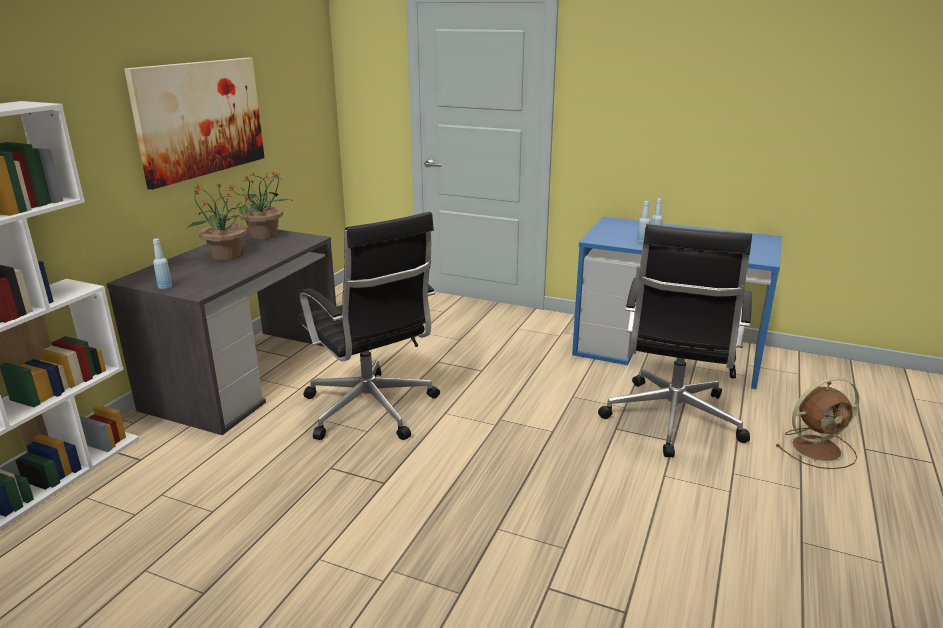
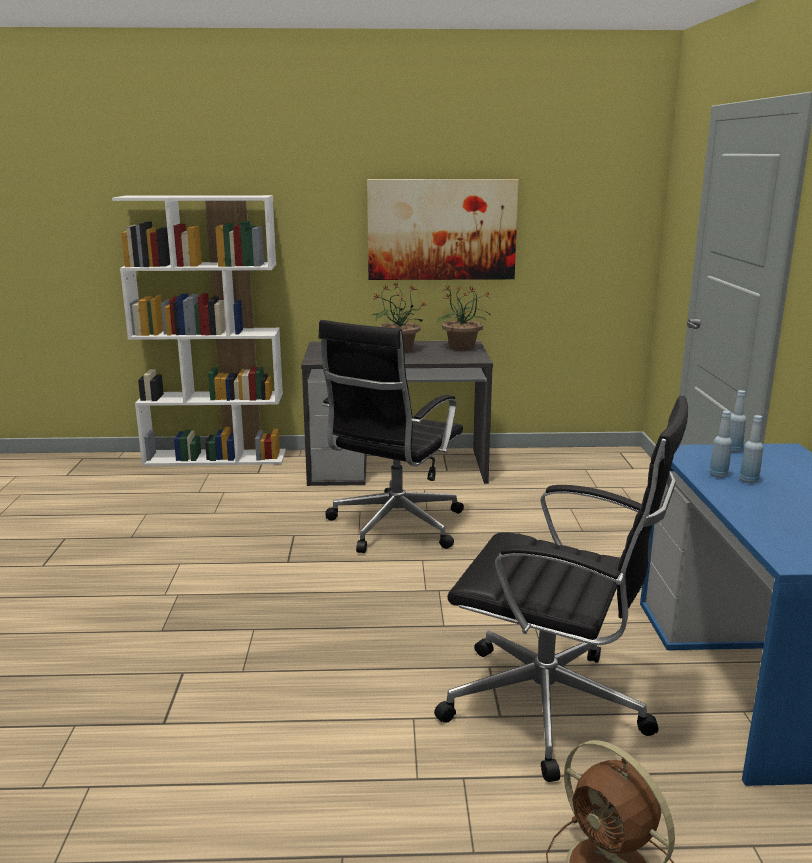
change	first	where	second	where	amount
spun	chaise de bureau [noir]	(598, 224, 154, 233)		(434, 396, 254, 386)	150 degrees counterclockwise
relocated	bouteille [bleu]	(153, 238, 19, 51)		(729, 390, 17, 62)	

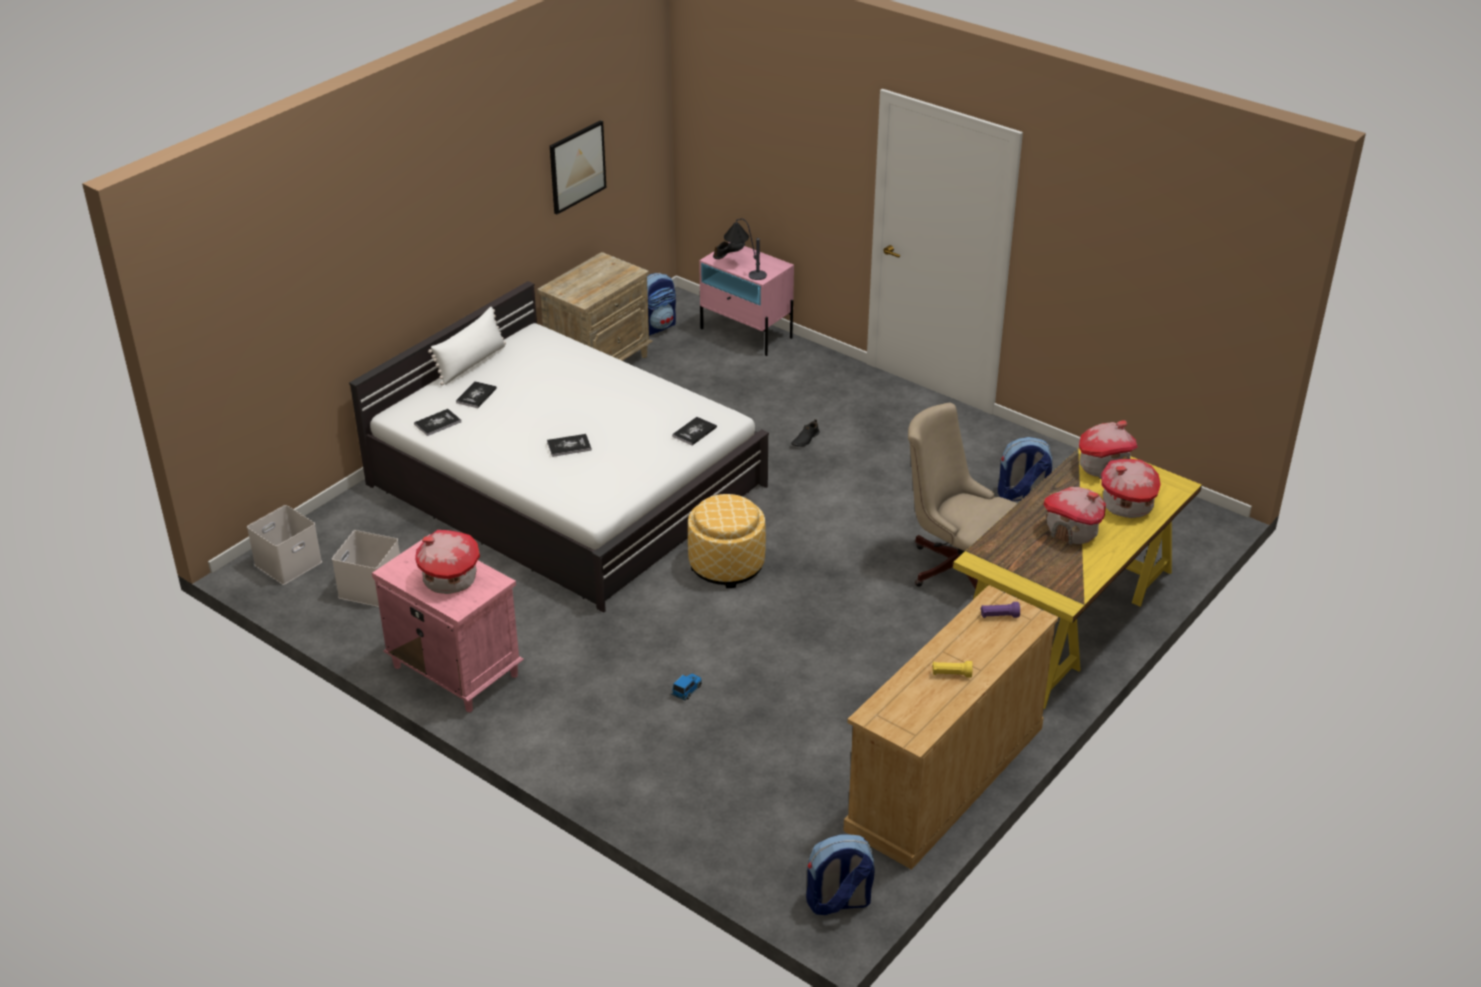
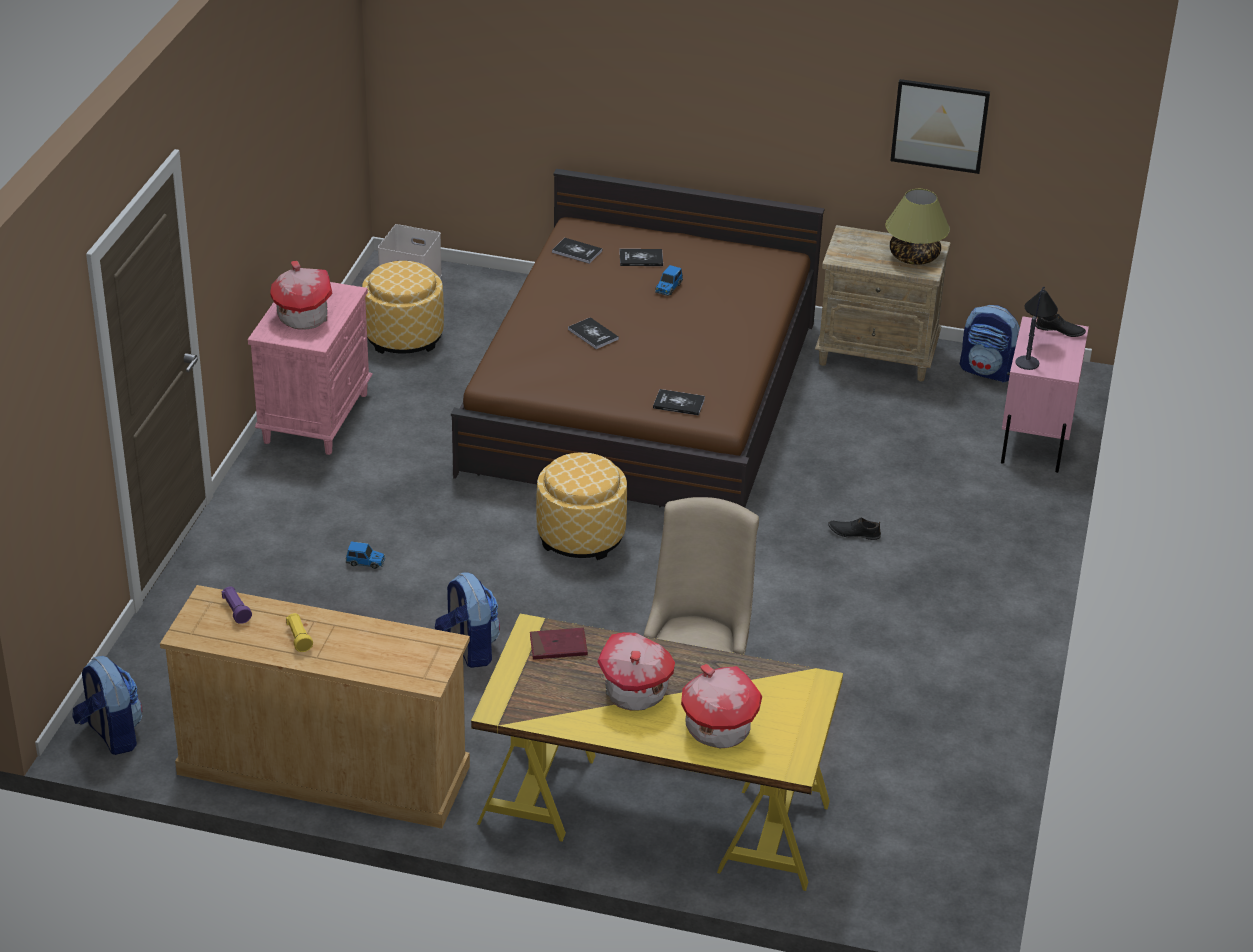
change	first	where	second	where	amount
colour	lit [blanc]	(349, 281, 420, 331)	lit [marron]	(451, 169, 373, 338)	
missing	coussin [blanc]	(428, 307, 78, 78)			
missing	maison miniature	(1079, 420, 59, 59)			
relocated	sac à dos	(998, 437, 54, 64)		(435, 572, 65, 96)	
exchanged	boîte de rangement [blanc]	(332, 530, 68, 77)	pouf	(362, 261, 82, 93)	
relocated	lampe de poche [violet]	(980, 602, 40, 16)		(222, 586, 30, 38)	
appeared			lampe de table	(886, 189, 64, 76)	
appeared			petite voiture	(655, 265, 28, 31)	
appeared			livre [rouge]	(530, 628, 58, 32)	

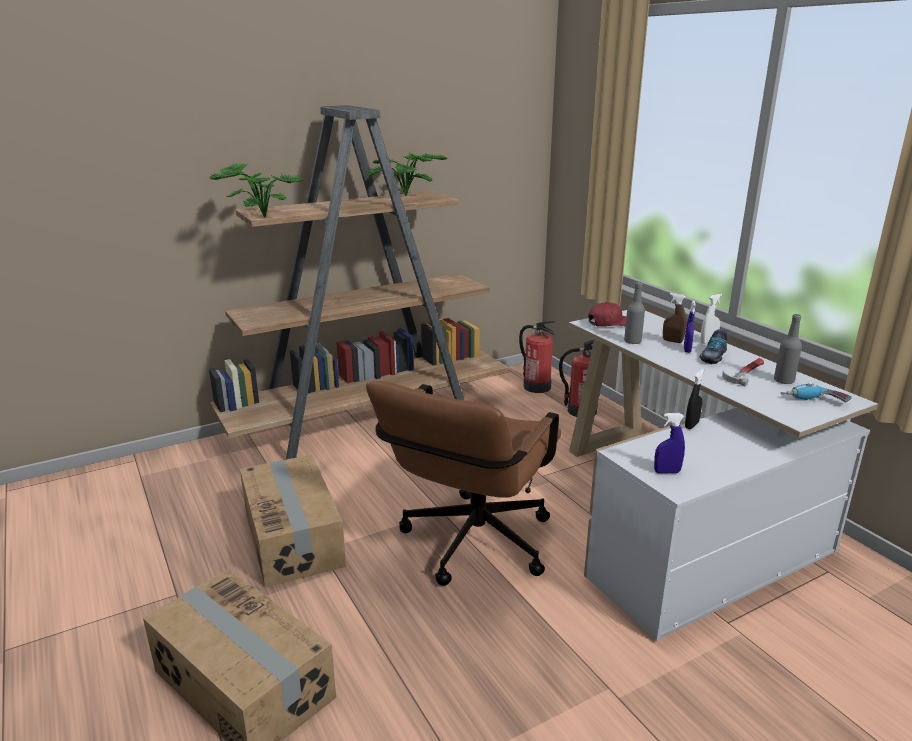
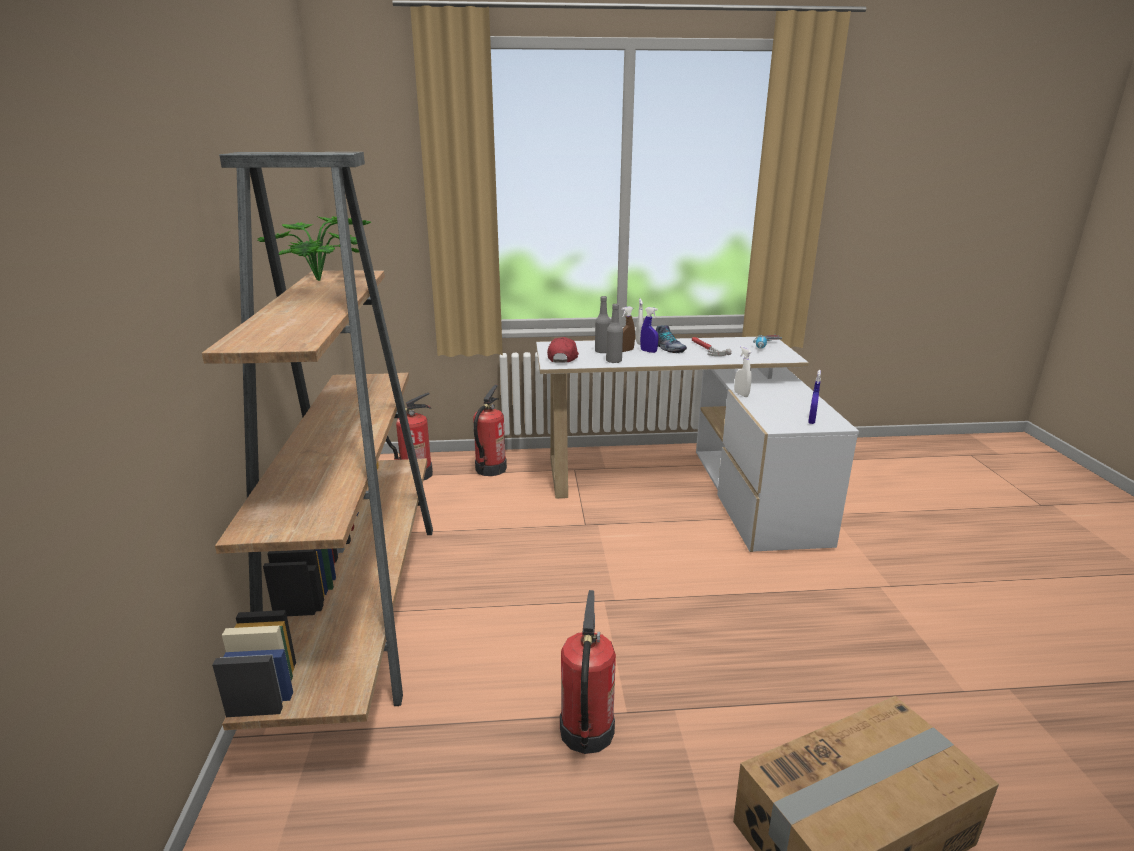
change	first	where	second	where	amount
missing	plante en pot	(210, 163, 94, 54)			
relocated	bouteille [gris]	(774, 314, 28, 70)		(595, 296, 16, 57)	
colour	vaporisateur [noir]	(685, 369, 20, 60)	vaporisateur [blanc]	(734, 346, 17, 51)	
missing	chaise de bureau [marron]	(366, 381, 196, 205)			
exchanged	carton	(240, 455, 106, 133)	extincteur	(560, 590, 56, 164)	

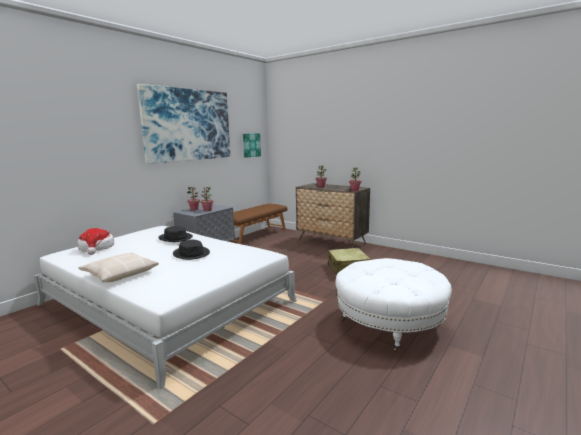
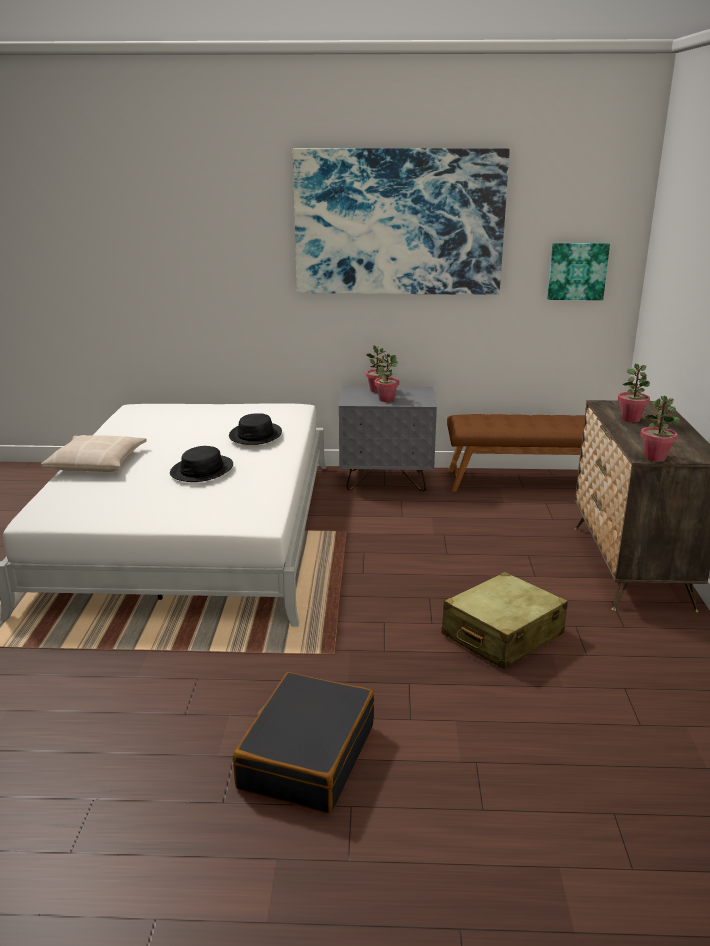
change	first	where	second	where	amount
missing	chapeau	(77, 228, 37, 27)			
exchanged	pouf [blanc]	(335, 258, 117, 93)	valise [noir]	(233, 672, 141, 142)	

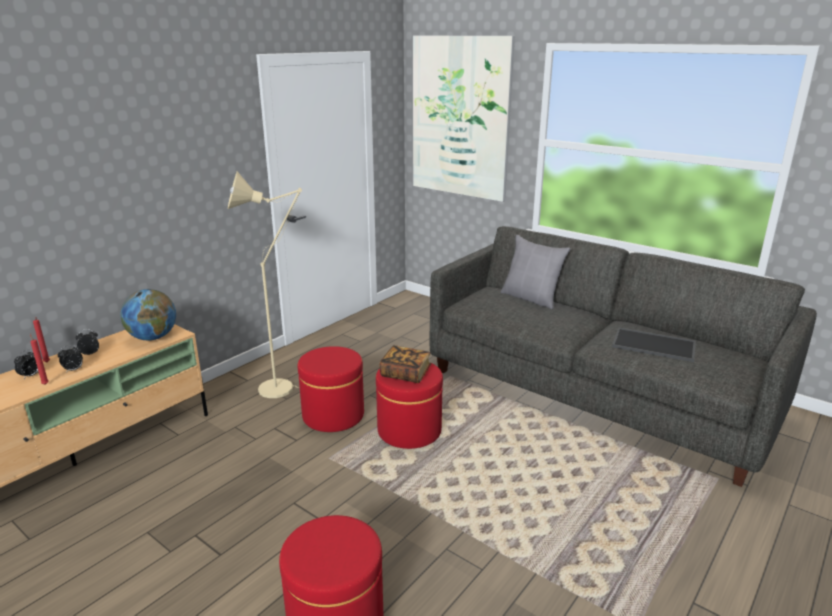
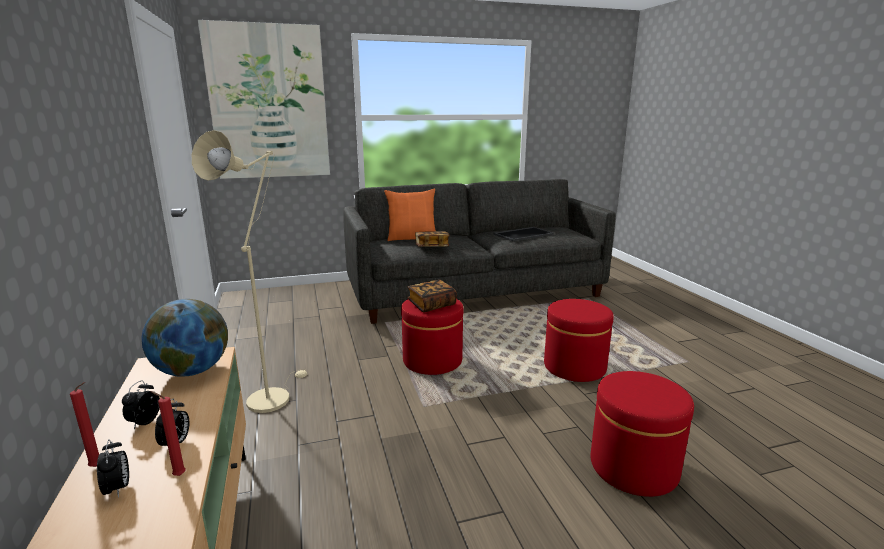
change	first	where	second	where	amount
colour	coussin [gris]	(500, 235, 71, 74)	coussin [orange]	(384, 189, 52, 52)	
relocated	pouf [rouge]	(298, 346, 66, 86)		(544, 299, 70, 83)	
appeared			livre	(415, 231, 34, 16)	

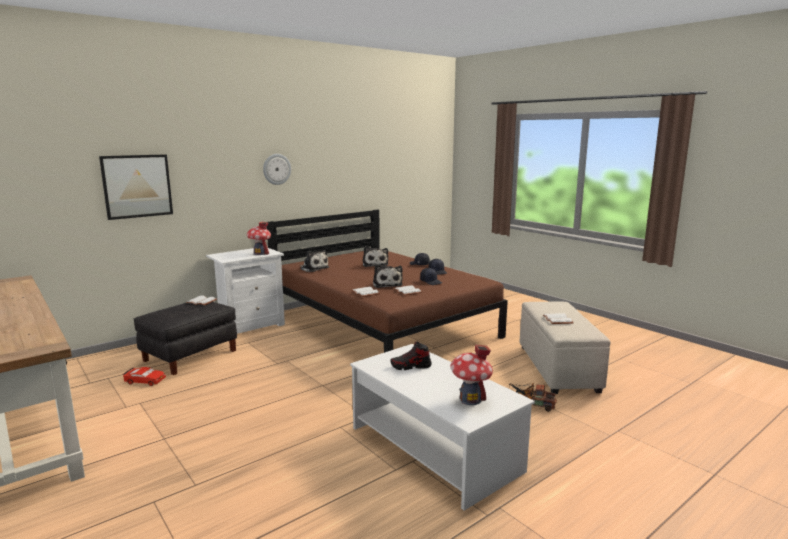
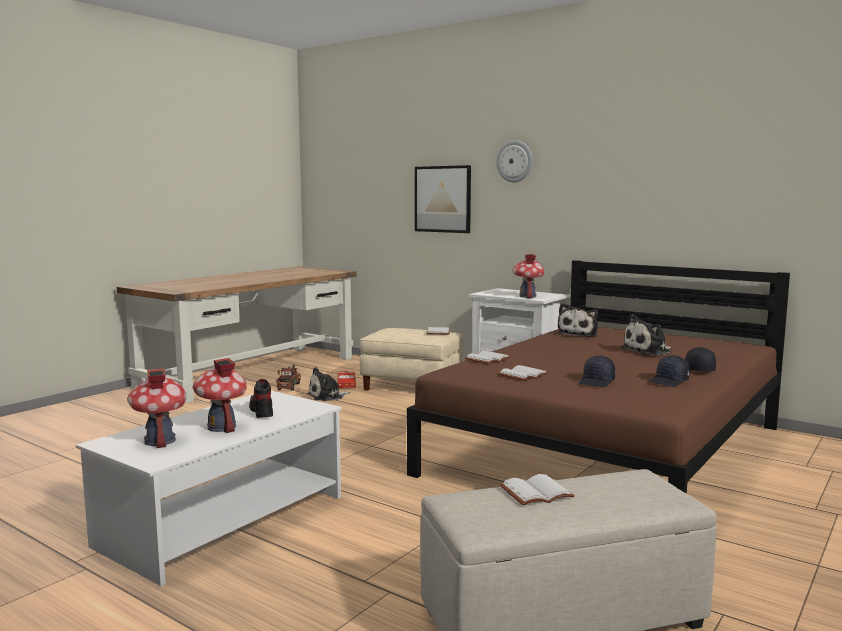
change	first	where	second	where	amount
relocated	horloge murale	(263, 154, 28, 31)		(496, 140, 37, 42)	
relocated	peluche	(373, 264, 30, 24)		(307, 367, 43, 34)	
colour	pouf [noir]	(134, 302, 103, 73)	pouf [beige]	(359, 328, 104, 63)	
relocated	camion jouet	(509, 383, 48, 29)		(276, 364, 25, 26)	
appeared			maison miniature	(193, 358, 54, 75)	

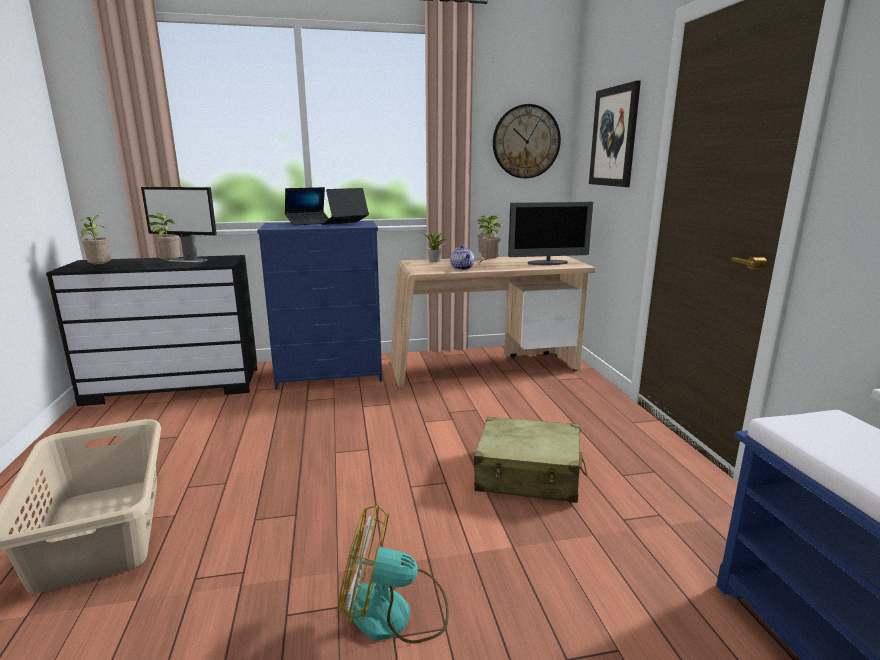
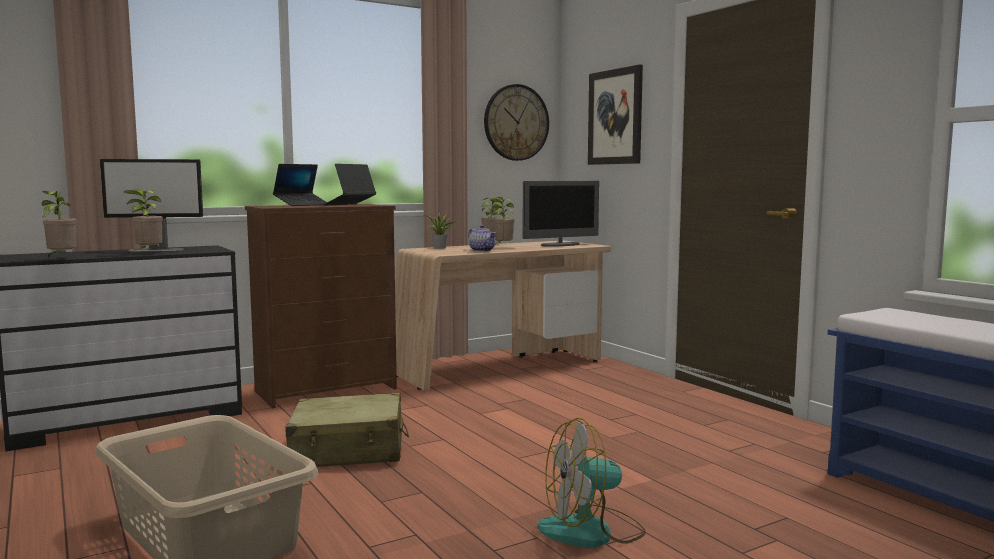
change	first	where	second	where	amount
colour	commode [bleu]	(257, 221, 125, 169)	commode [marron]	(245, 204, 152, 205)	
relocated	valise [beige]	(474, 417, 113, 86)		(286, 393, 123, 74)	

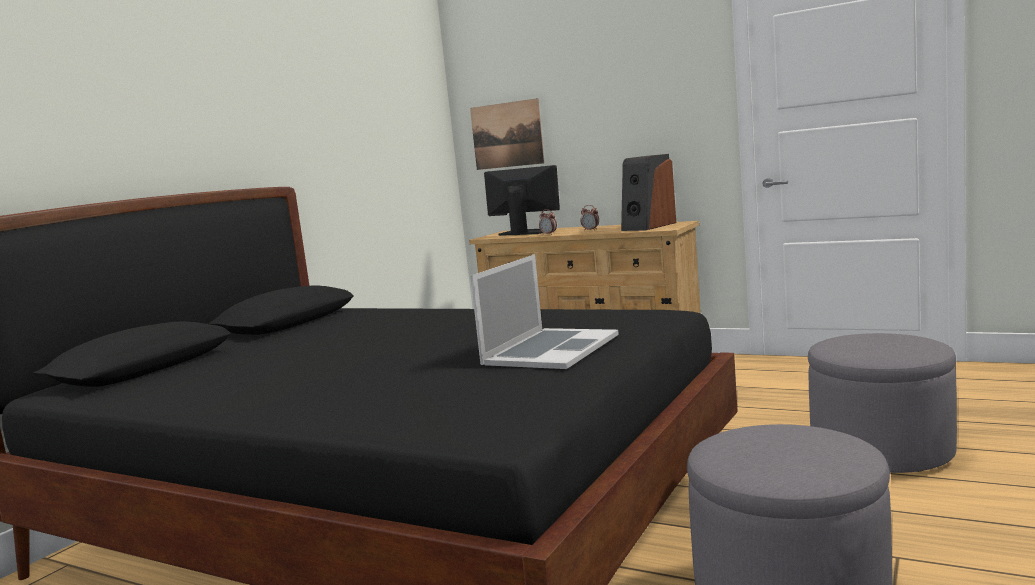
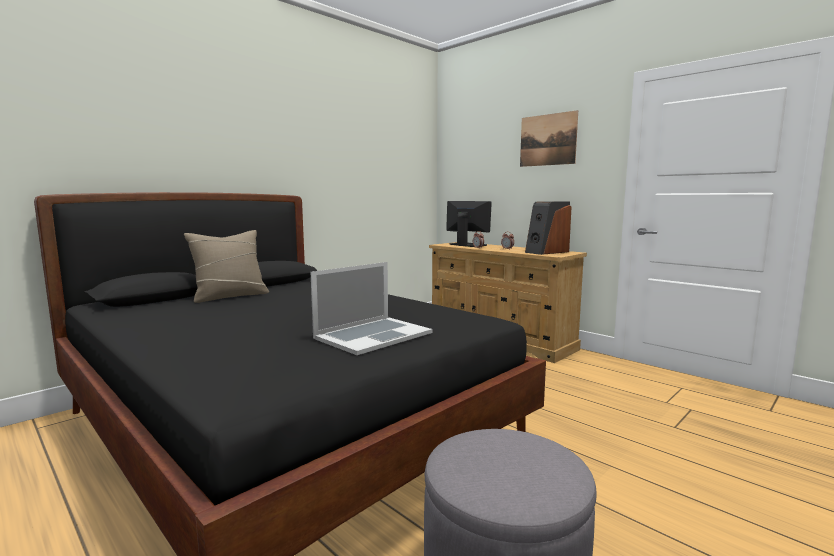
change	first	where	second	where	amount
relocated	tableau	(470, 98, 75, 72)		(520, 110, 58, 57)	
missing	pouf [gris]	(808, 333, 149, 140)			
appeared			coussin [beige]	(184, 230, 85, 73)	

